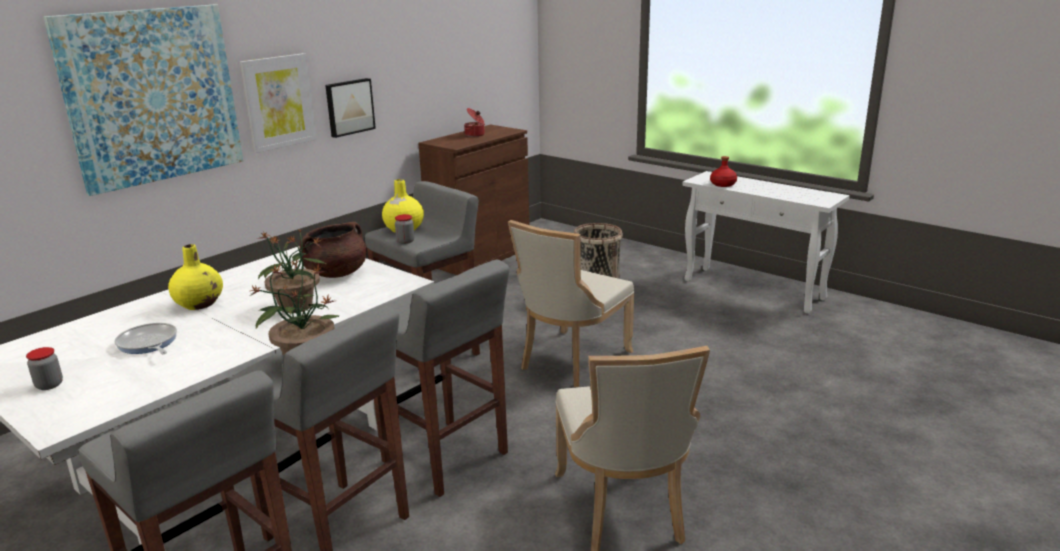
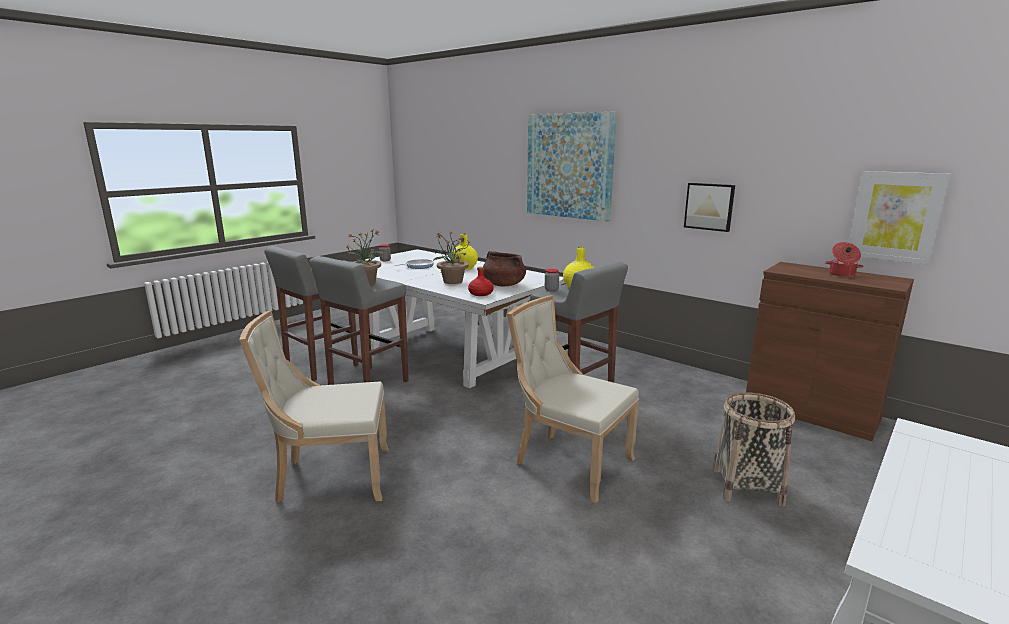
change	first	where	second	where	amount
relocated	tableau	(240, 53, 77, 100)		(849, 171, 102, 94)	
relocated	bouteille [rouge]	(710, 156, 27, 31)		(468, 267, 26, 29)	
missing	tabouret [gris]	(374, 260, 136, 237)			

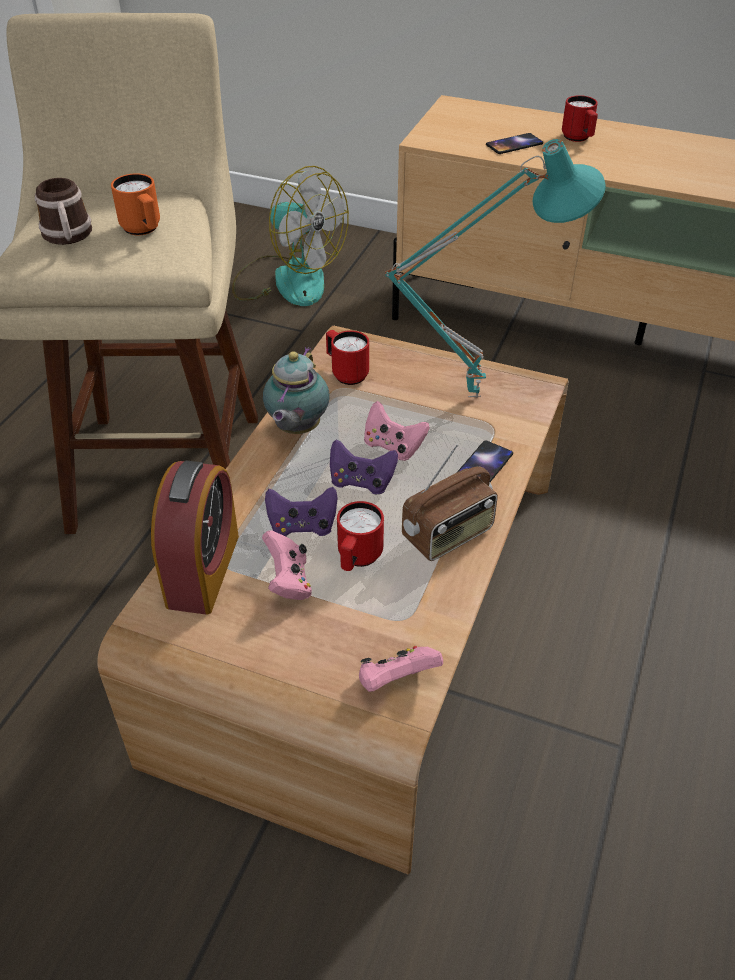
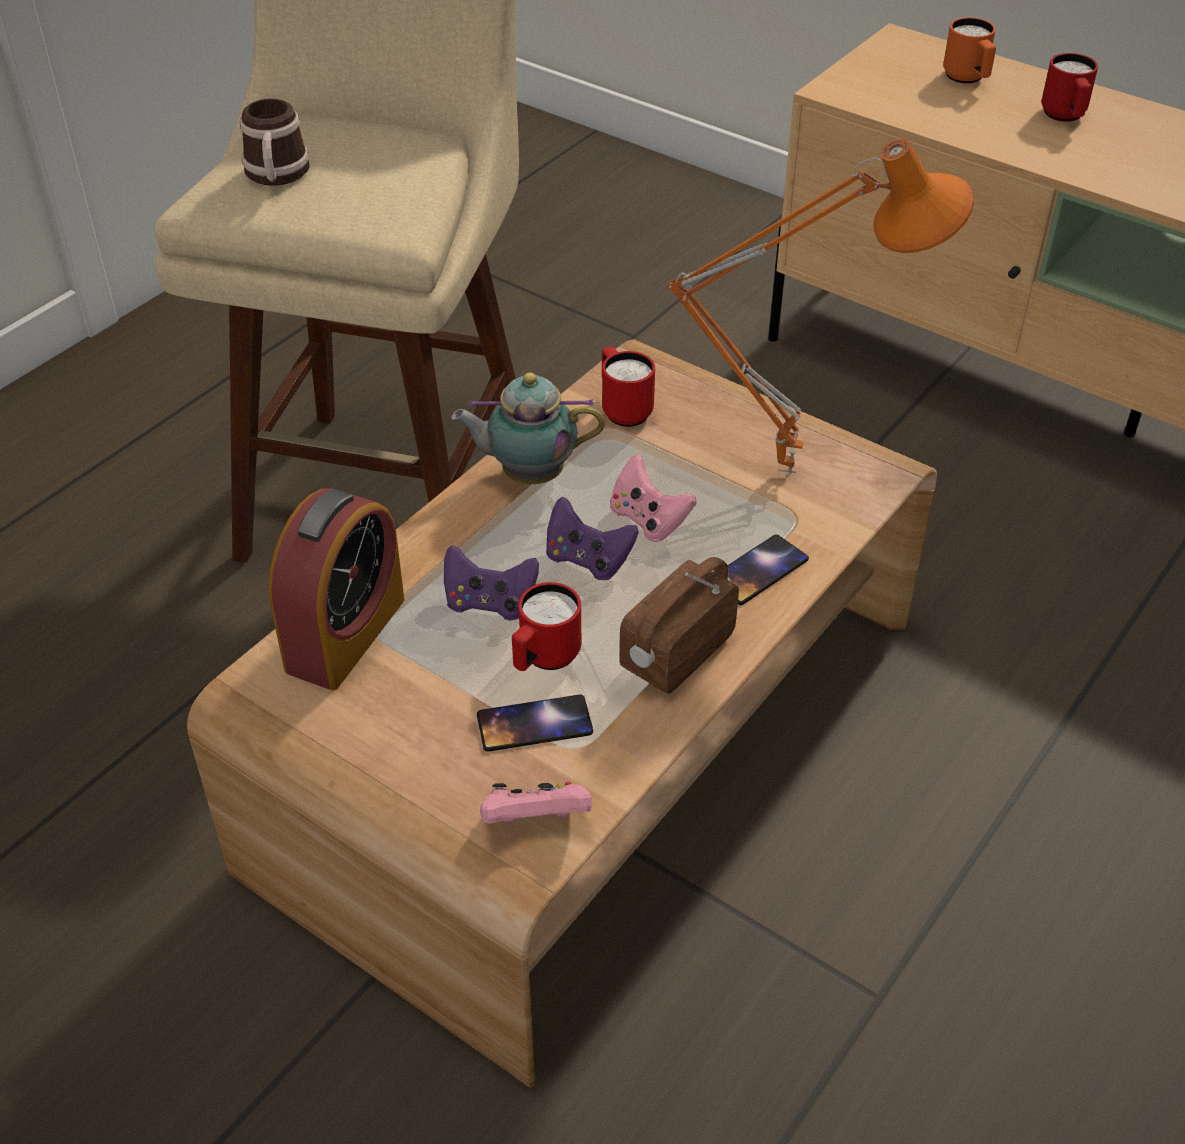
change	first	where	second	where	amount
relocated	téléphone	(486, 133, 57, 21)		(477, 694, 116, 58)	
colour	lampe de table [turquoise]	(385, 139, 221, 259)	lampe de table [orange]	(667, 139, 307, 335)	
missing	ventilateur	(232, 166, 117, 140)			
relocated	mug [orange]	(111, 173, 49, 62)		(943, 17, 53, 67)	
spun	théière	(263, 347, 67, 87)		(451, 373, 154, 111)	60 degrees clockwise
spun	radio	(402, 444, 96, 117)		(619, 557, 120, 137)	150 degrees clockwise
missing	manette [rose]	(262, 530, 50, 70)			

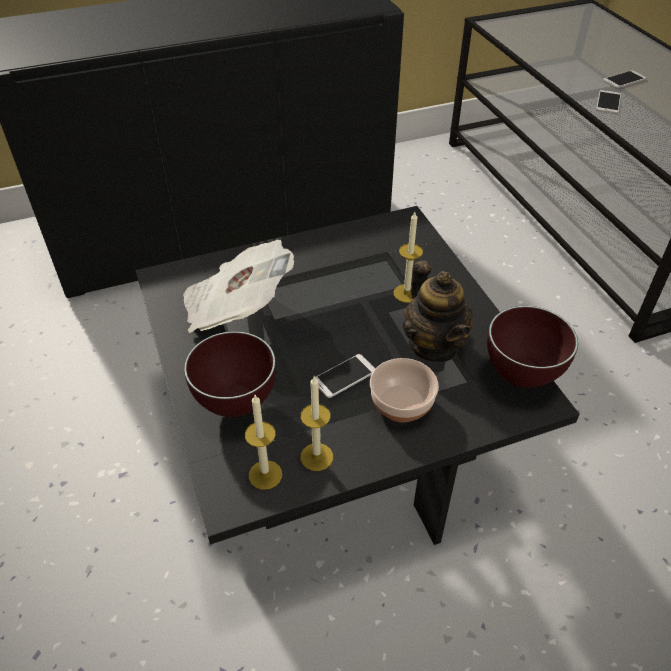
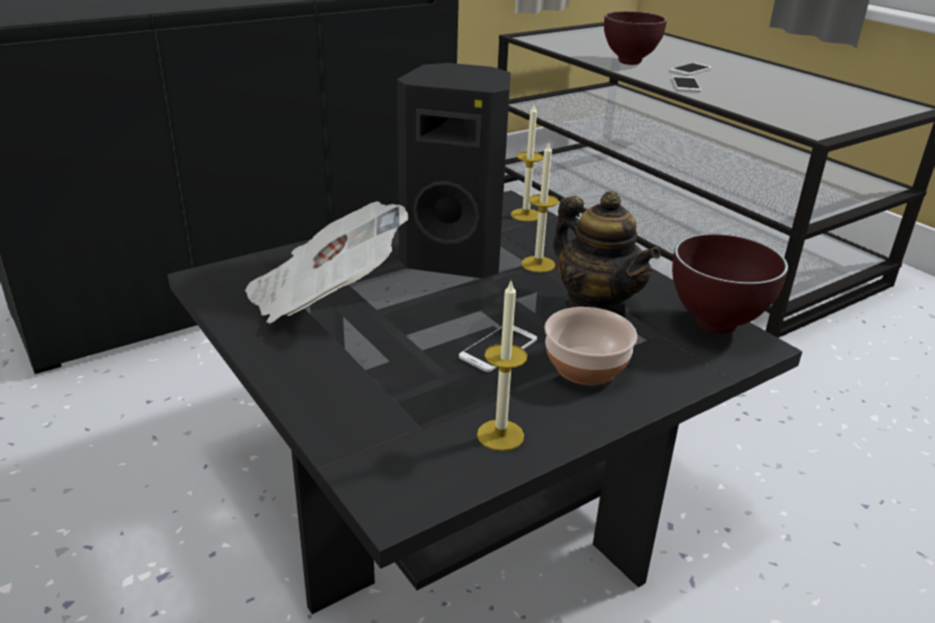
change	first	where	second	where	amount
relocated	bol [marron]	(184, 331, 92, 86)		(604, 11, 63, 54)	
relocated	bougie	(245, 395, 37, 95)		(511, 105, 32, 117)	
appeared			enceinte [noir]	(397, 63, 114, 216)	

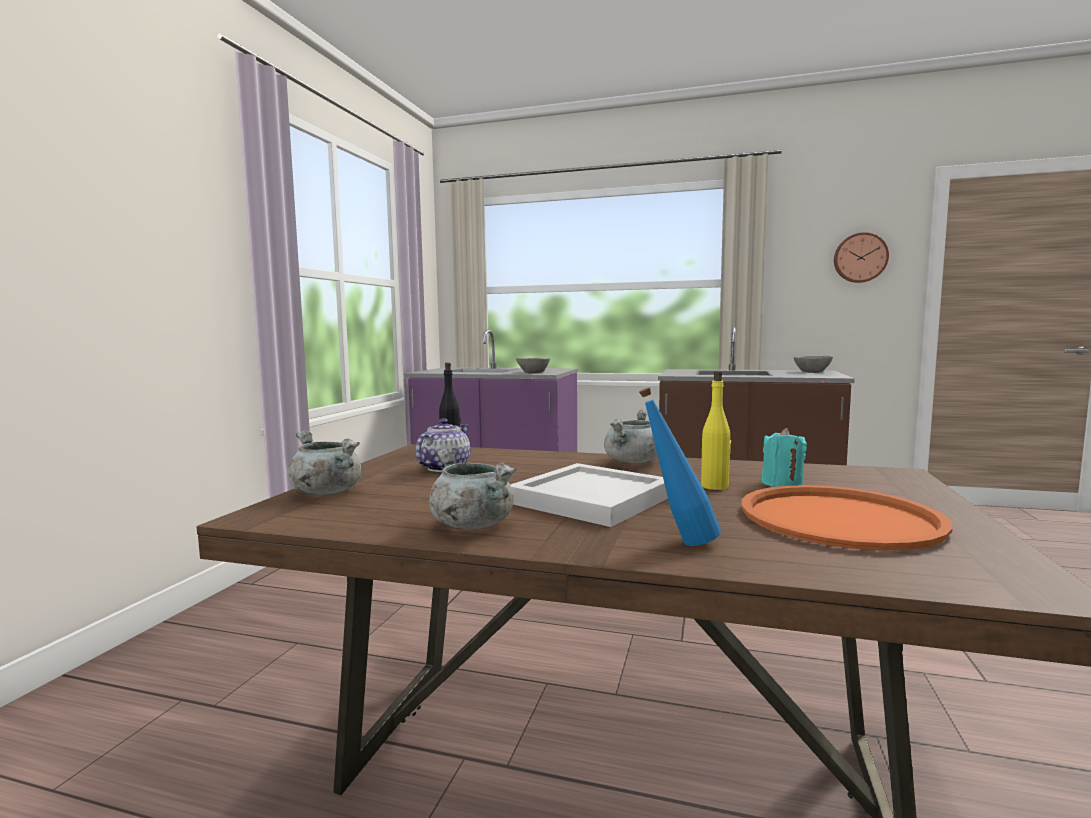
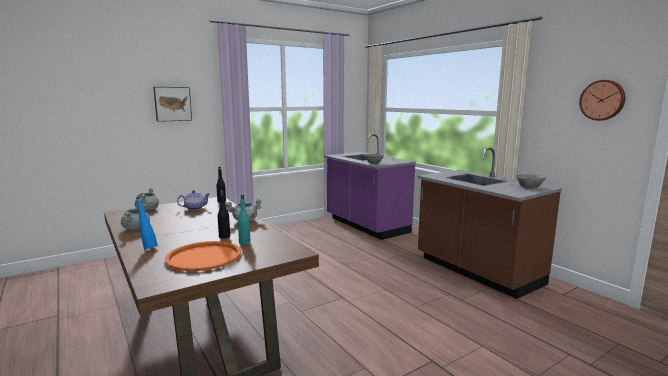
change	first	where	second	where	amount
colour	bouteille [jaune]	(701, 371, 30, 119)	bouteille [noir]	(218, 191, 12, 48)	
exchanged	bougie [turquoise]	(762, 428, 45, 59)	bouteille [turquoise]	(238, 195, 13, 50)	
missing	plateau [blanc]	(510, 463, 158, 64)			
appeared			tableau	(153, 87, 39, 35)	

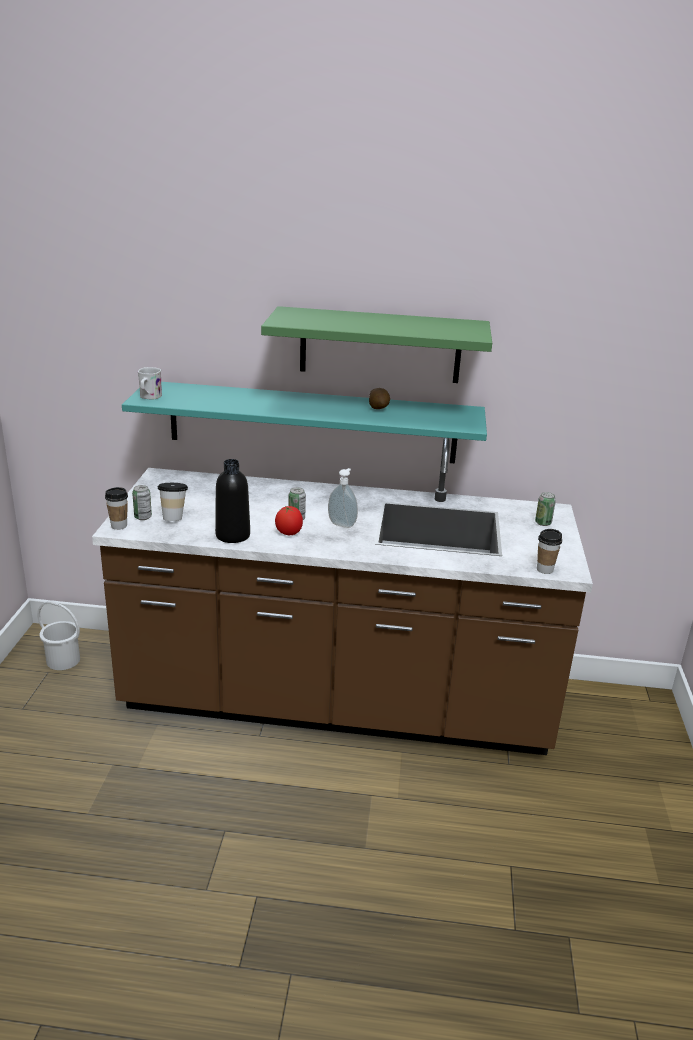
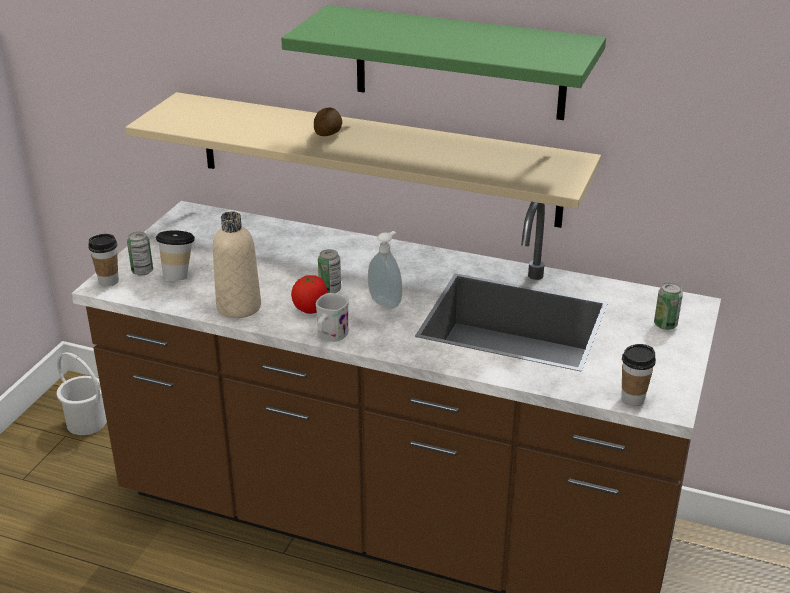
change	first	where	second	where	amount
relocated	mug [blanc]	(138, 367, 24, 32)		(316, 293, 33, 49)	
colour	étagère [turquoise]	(122, 382, 365, 82)	étagère [beige]	(125, 92, 476, 136)	
relocated	pomme de terre	(369, 388, 21, 21)		(314, 108, 28, 28)	
colour	bouteille [noir]	(215, 459, 35, 84)	bouteille [beige]	(213, 211, 48, 107)	

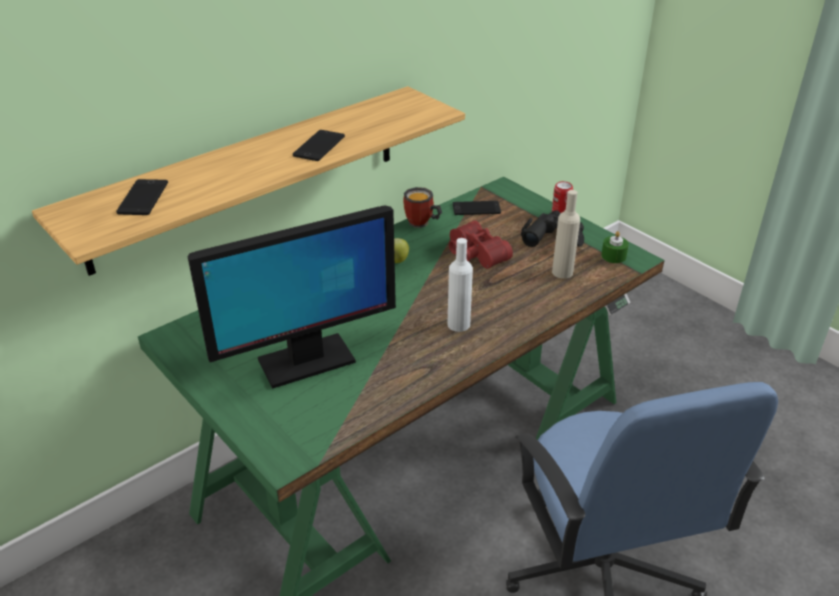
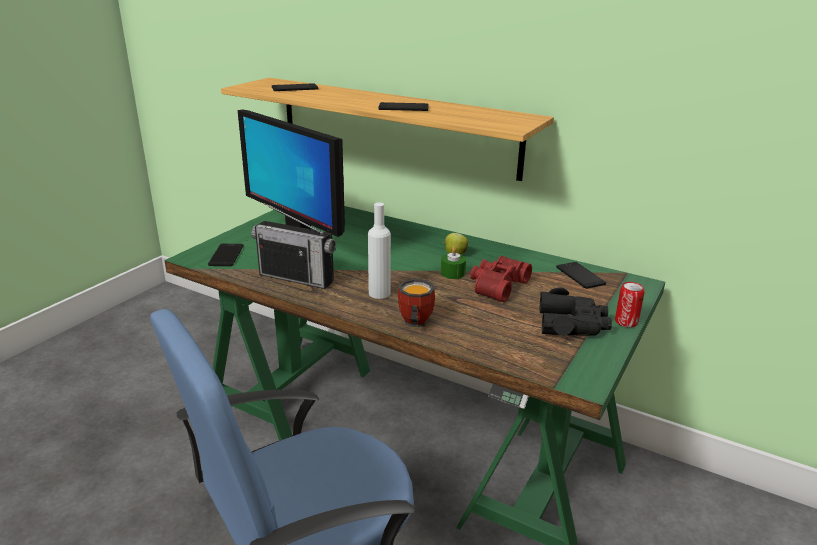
change	first	where	second	where	amount
relocated	mug	(403, 187, 39, 41)		(398, 279, 37, 49)	
missing	bouteille [beige]	(552, 190, 28, 89)			
relocated	bougie [vert]	(601, 231, 28, 32)		(441, 246, 25, 33)	
appeared			radio	(251, 203, 85, 86)	
appeared			téléphone	(208, 244, 36, 22)	

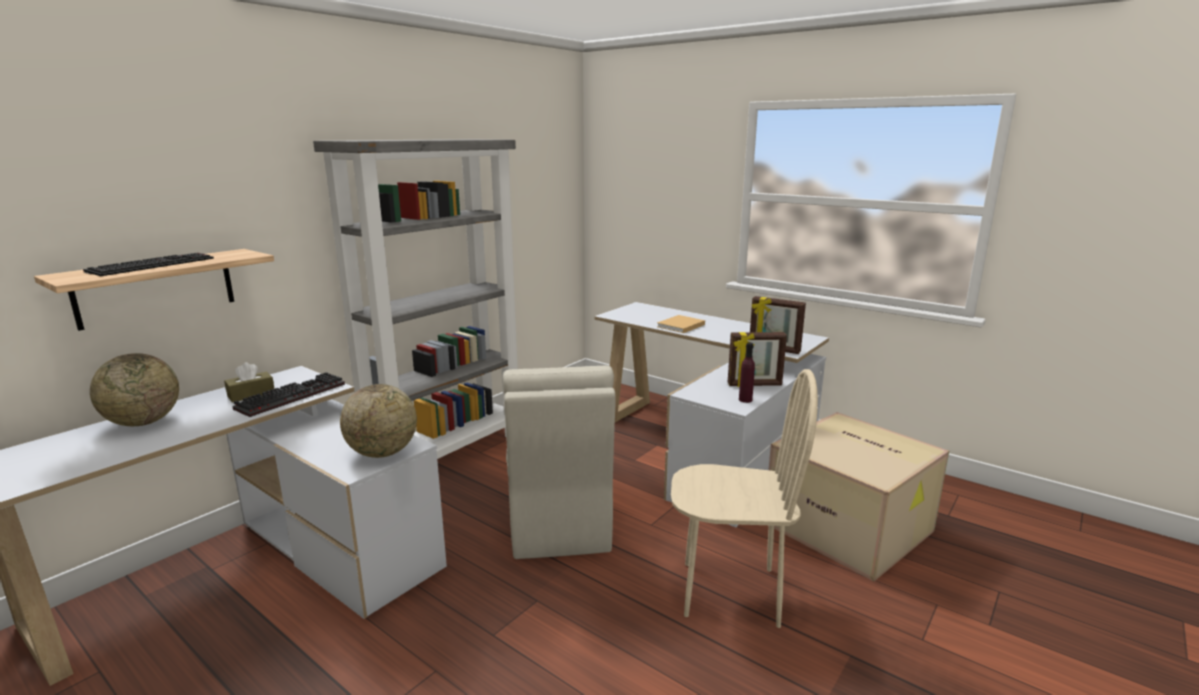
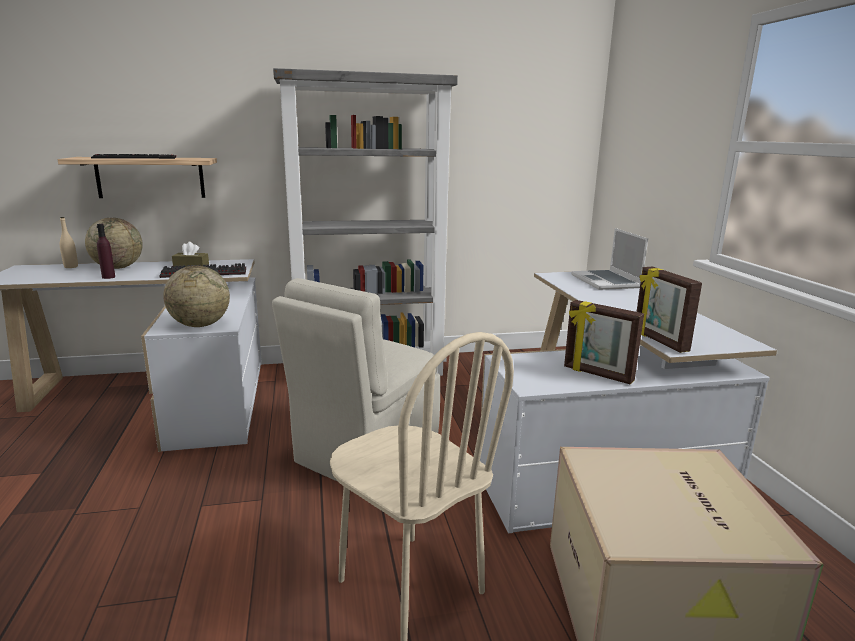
change	first	where	second	where	amount
missing	livre [beige]	(657, 315, 48, 18)			
relocated	bouteille [violet]	(739, 343, 16, 60)		(97, 224, 18, 55)	
appeared			bouteille [beige]	(60, 217, 18, 51)	
appeared			ordinateur portable	(571, 228, 77, 62)	

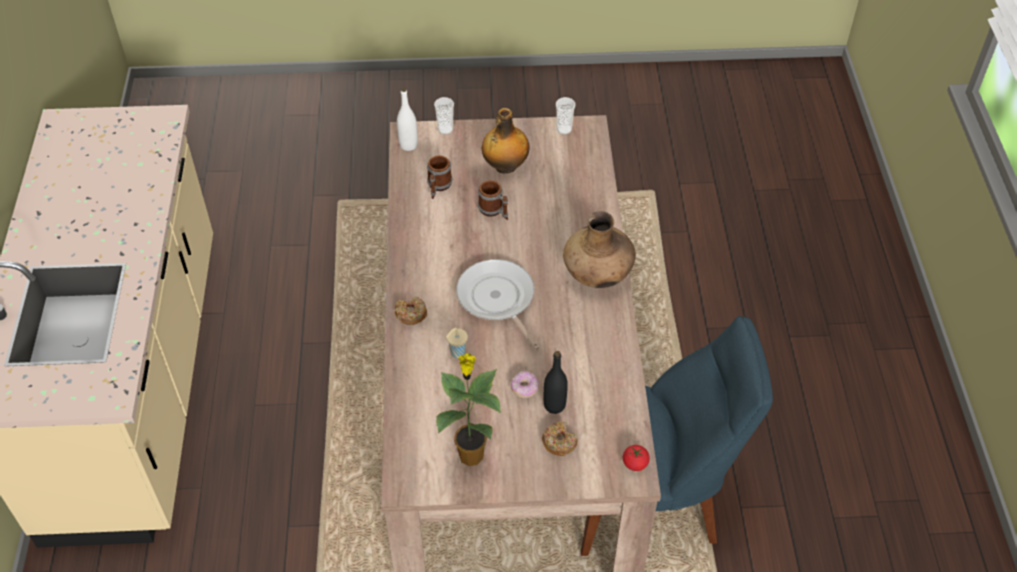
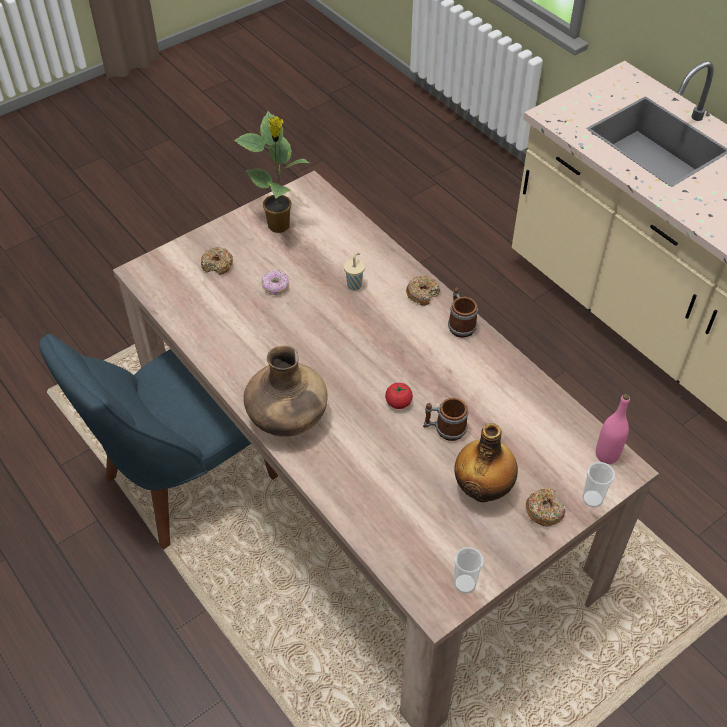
change	first	where	second	where	amount
colour	bouteille [blanc]	(397, 88, 21, 63)	bouteille [rose]	(596, 394, 34, 70)	
relocated	mug	(427, 155, 25, 44)		(448, 288, 30, 50)	
missing	poêle	(456, 259, 84, 91)			
missing	bouteille [noir]	(544, 351, 24, 63)			
relocated	tomate	(623, 445, 27, 26)		(385, 383, 28, 26)	
appeared			beignet	(526, 488, 40, 39)	

